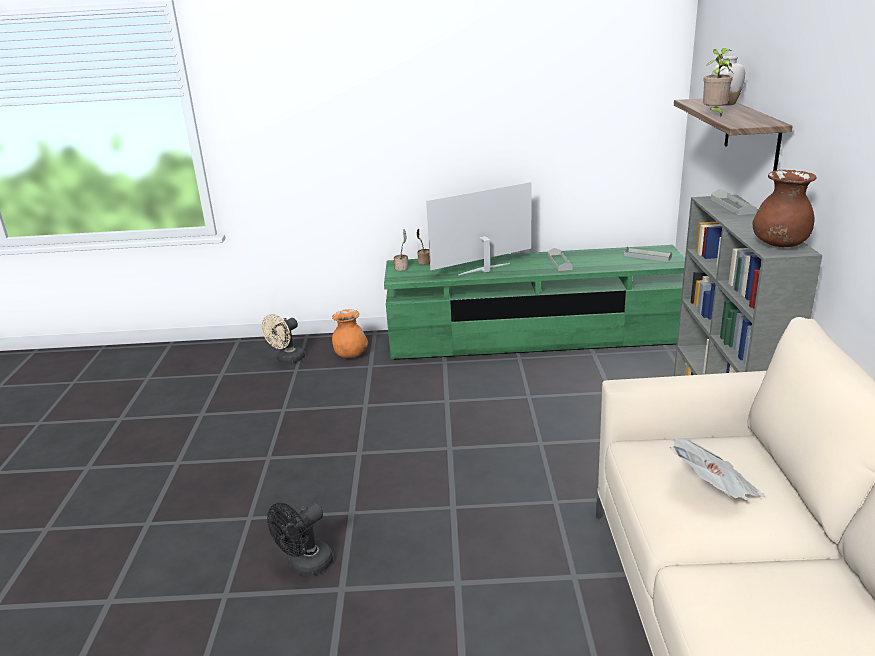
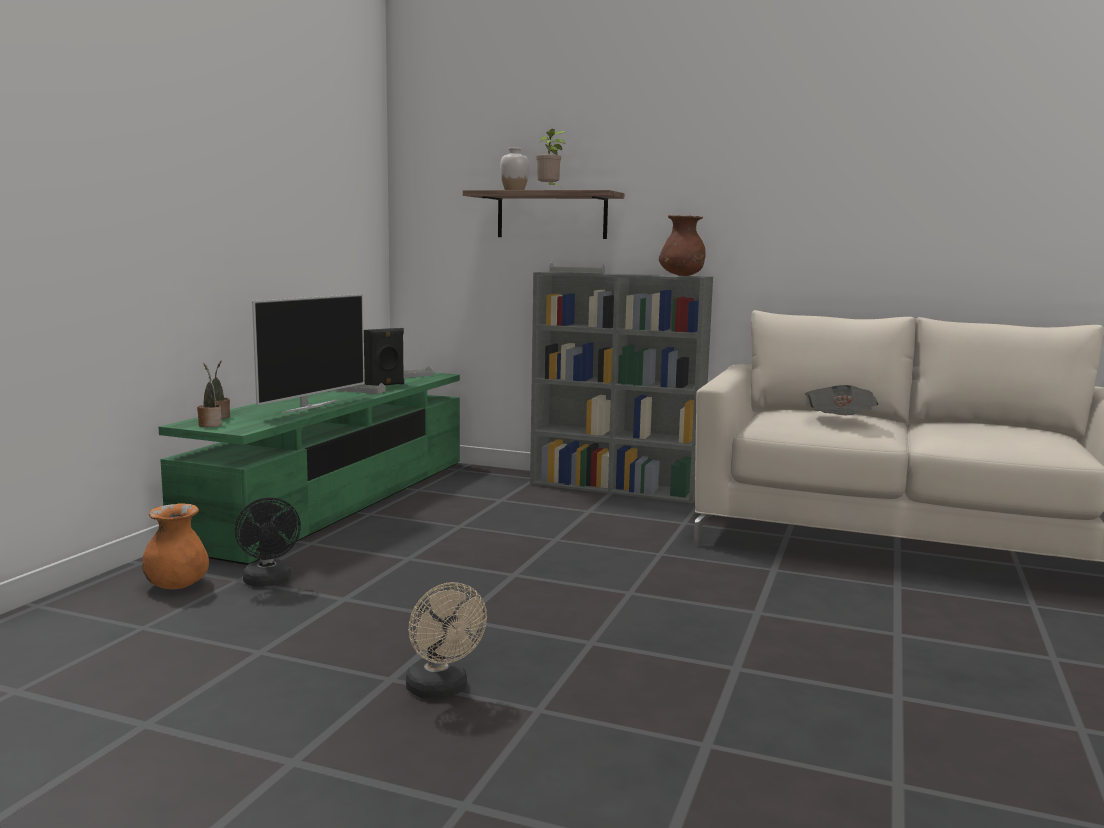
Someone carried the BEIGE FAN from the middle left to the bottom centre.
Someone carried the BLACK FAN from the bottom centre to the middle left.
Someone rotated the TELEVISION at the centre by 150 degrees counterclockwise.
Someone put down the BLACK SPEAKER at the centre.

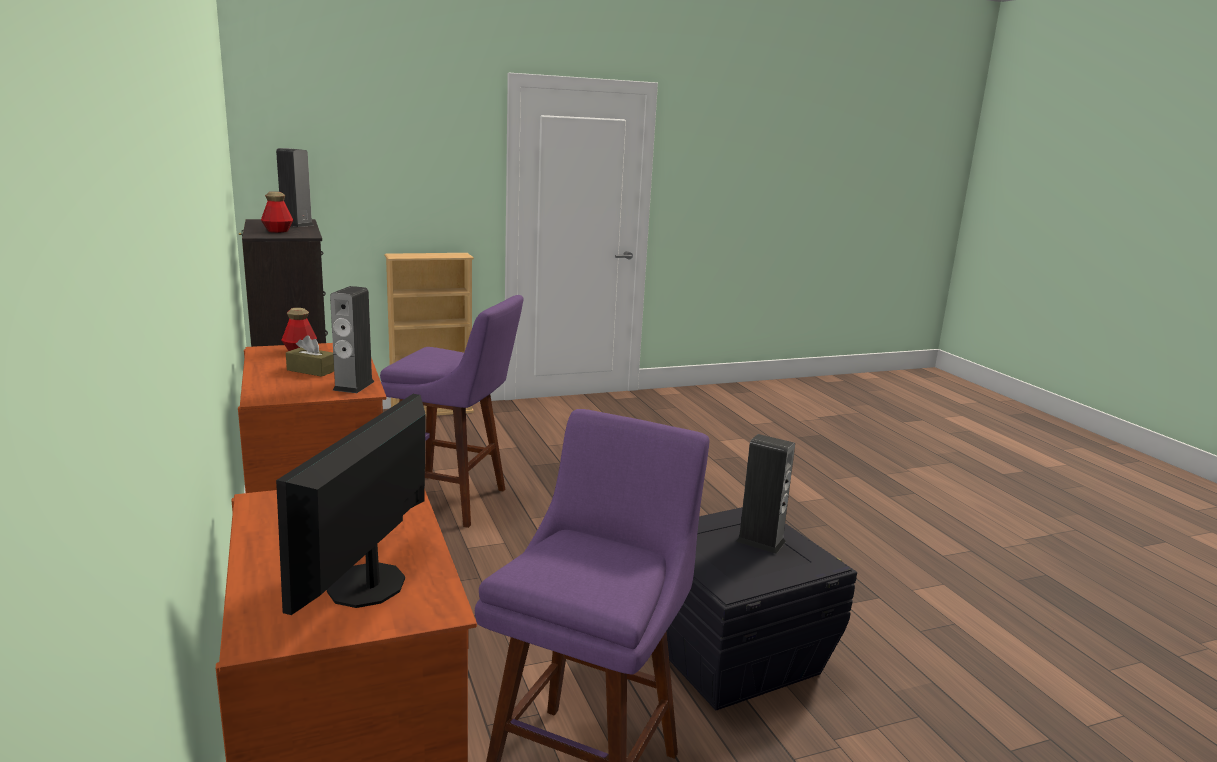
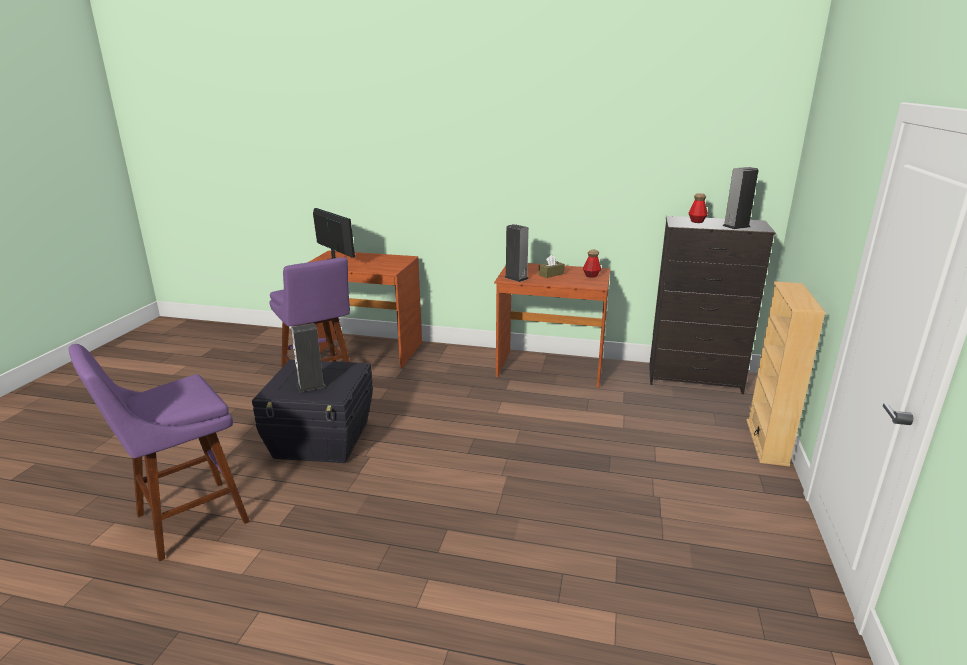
Someone carried the PURPLE STOOL (1st from left) from the centre to the bottom left.

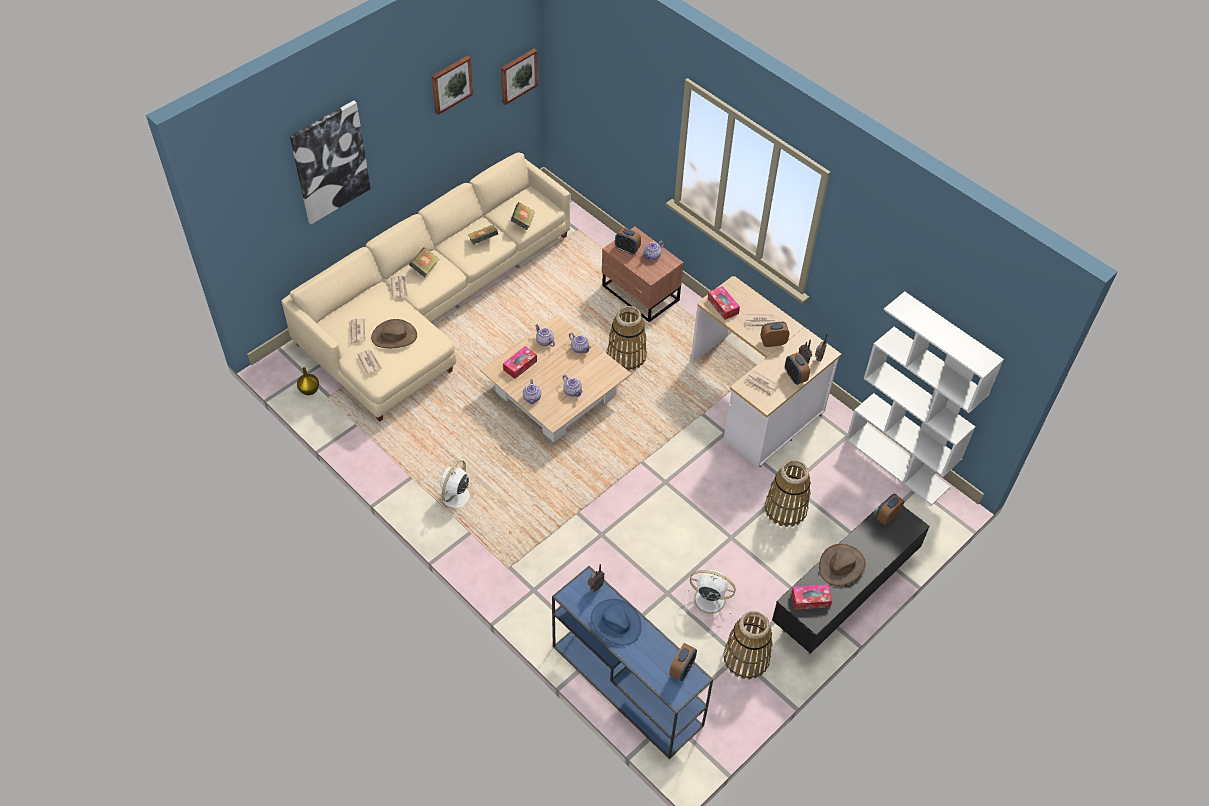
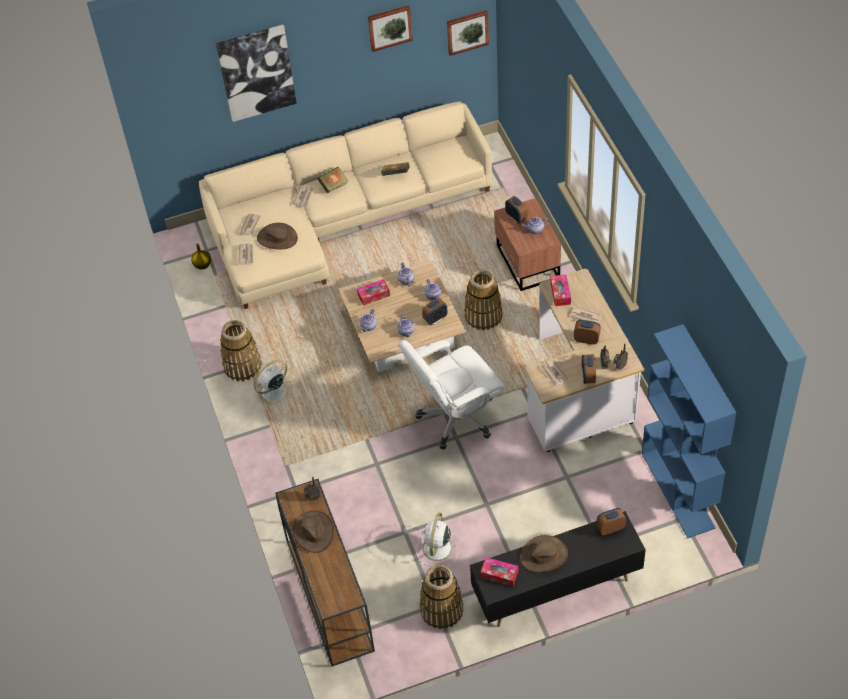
Someone took away the BOOK (3rd from left) at the top centre.
Someone repainted the BLUE CONSOLE TABLE at the bottom centre, which became the BROWN CONSOLE TABLE at the bottom centre.
Someone repainted the BLUE HAT at the bottom centre, which became the BROWN HAT (2nd from left) at the bottom centre.
Someone carried the ALARM CLOCK (2nd from left in the first image) from the bottom centre to the centre.
Someone rotated the WHITE FAN (2nd from left) at the bottom centre by 120 degrees counterclockwise.
Someone carried the BASKET (3rd from left in the first image) from the centre to the middle left.
Someone repainted the WHITE BOOKCASE at the middle right, which became the BLUE BOOKCASE at the middle right.
Someone put down the WHITE OFFICE CHAIR at the centre.

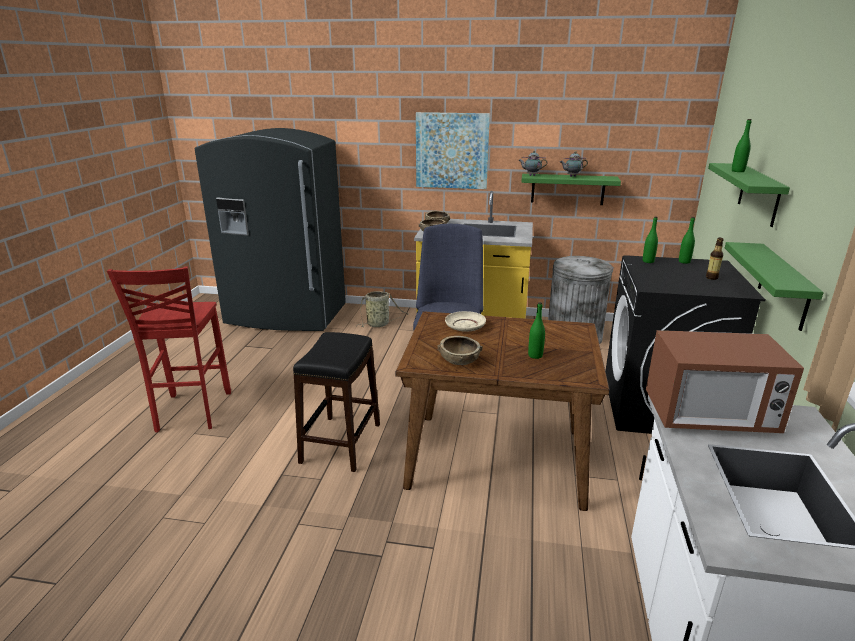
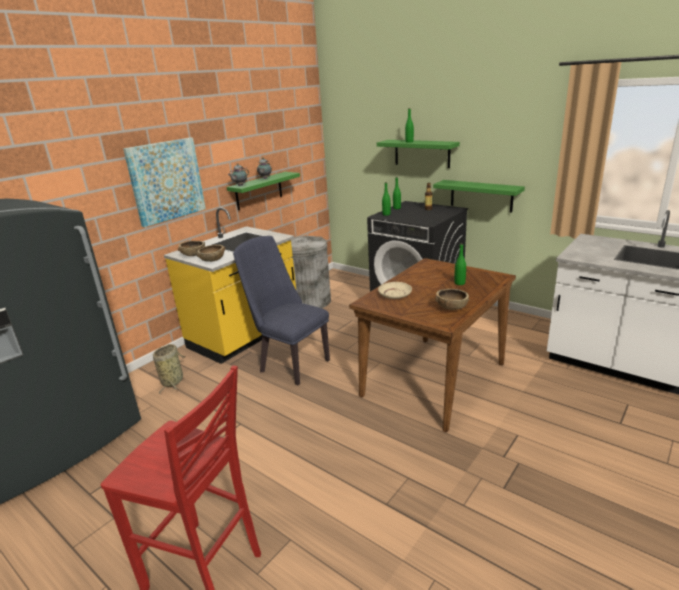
Someone took away the BLACK STOOL at the centre.
Someone took away the MICROWAVE at the middle right.

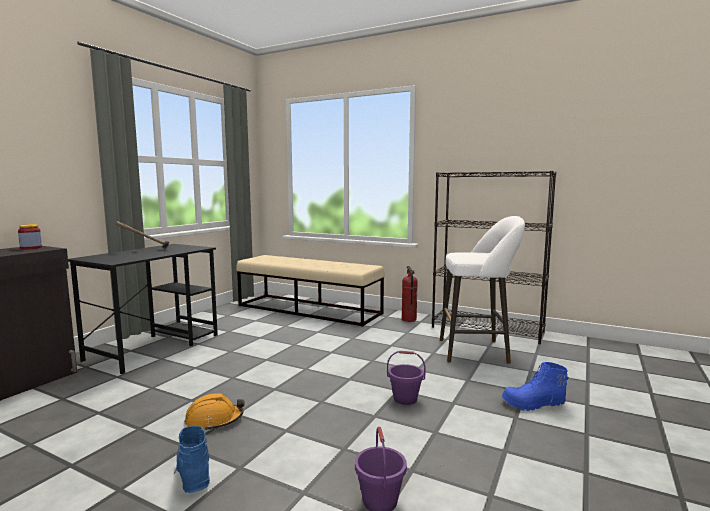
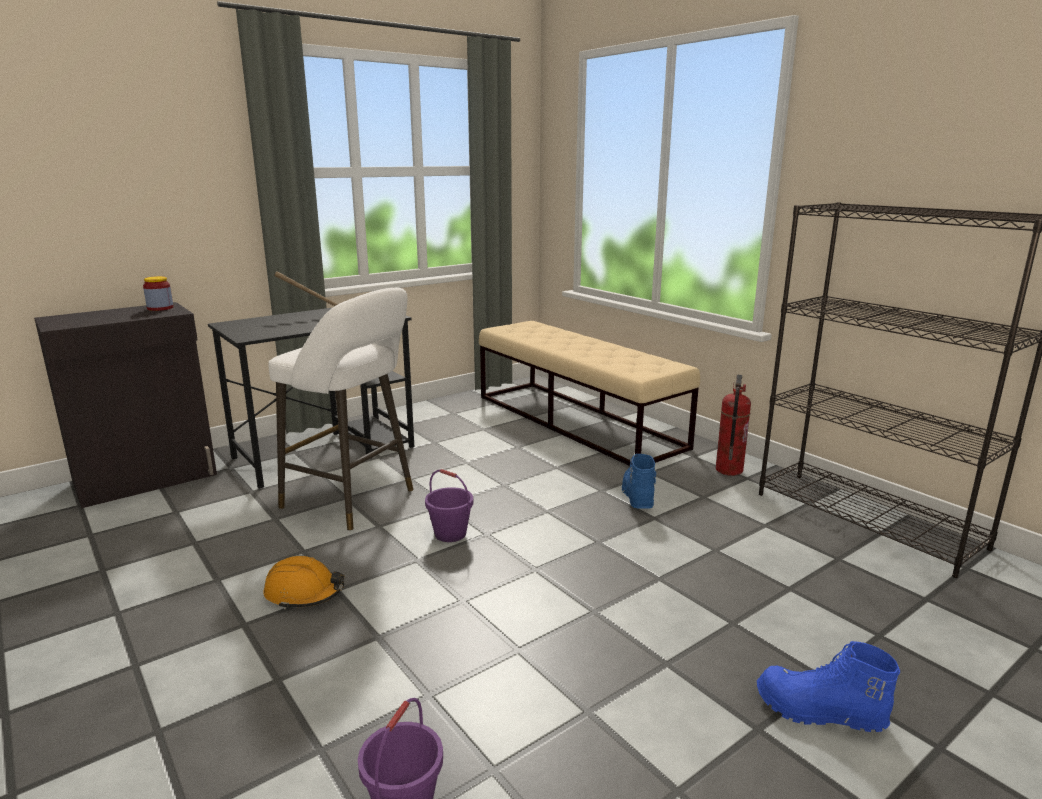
Someone carried the BLUE BOOT (1st from left) from the bottom left to the centre.
Someone carried the PURPLE BUCKET (2nd from left) from the bottom centre to the centre.
Someone carried the WHITE STOOL from the middle right to the middle left.

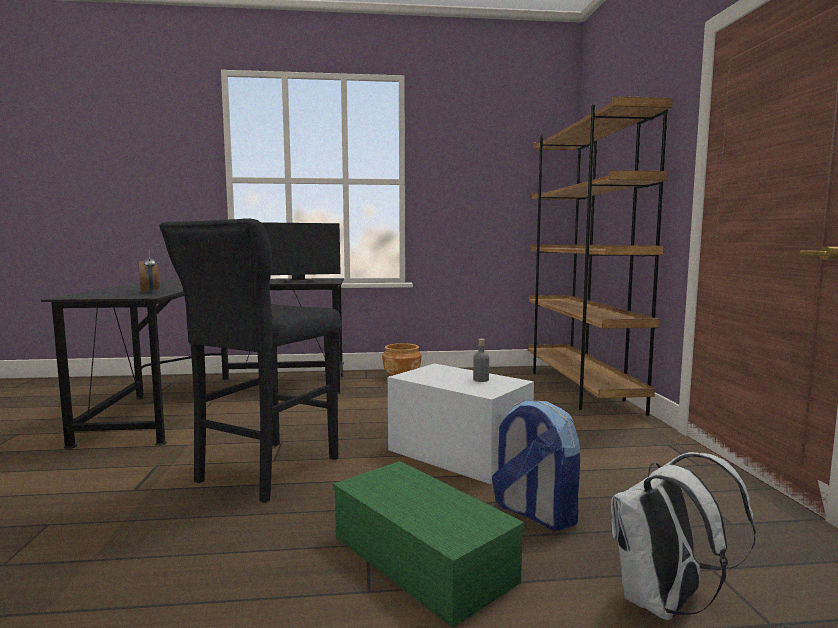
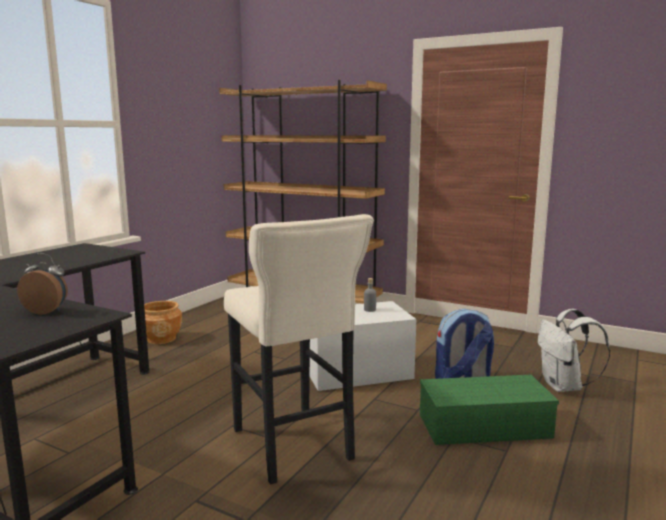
Someone repainted the BLACK STOOL at the middle left, which became the BEIGE STOOL at the bottom centre.
Someone took away the MONITOR at the centre.

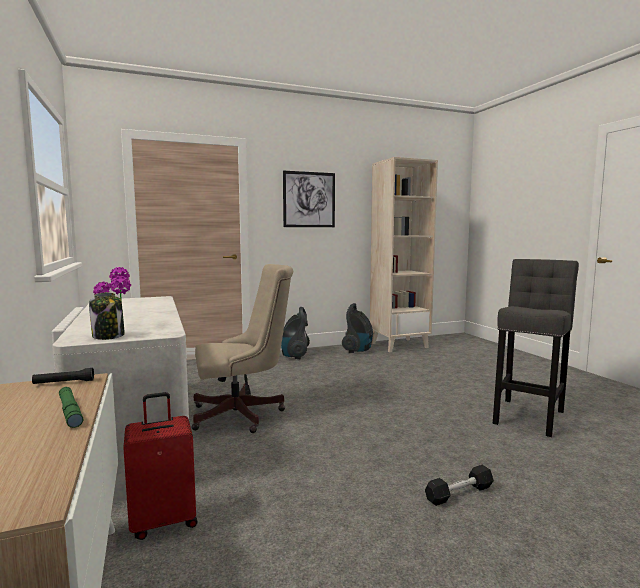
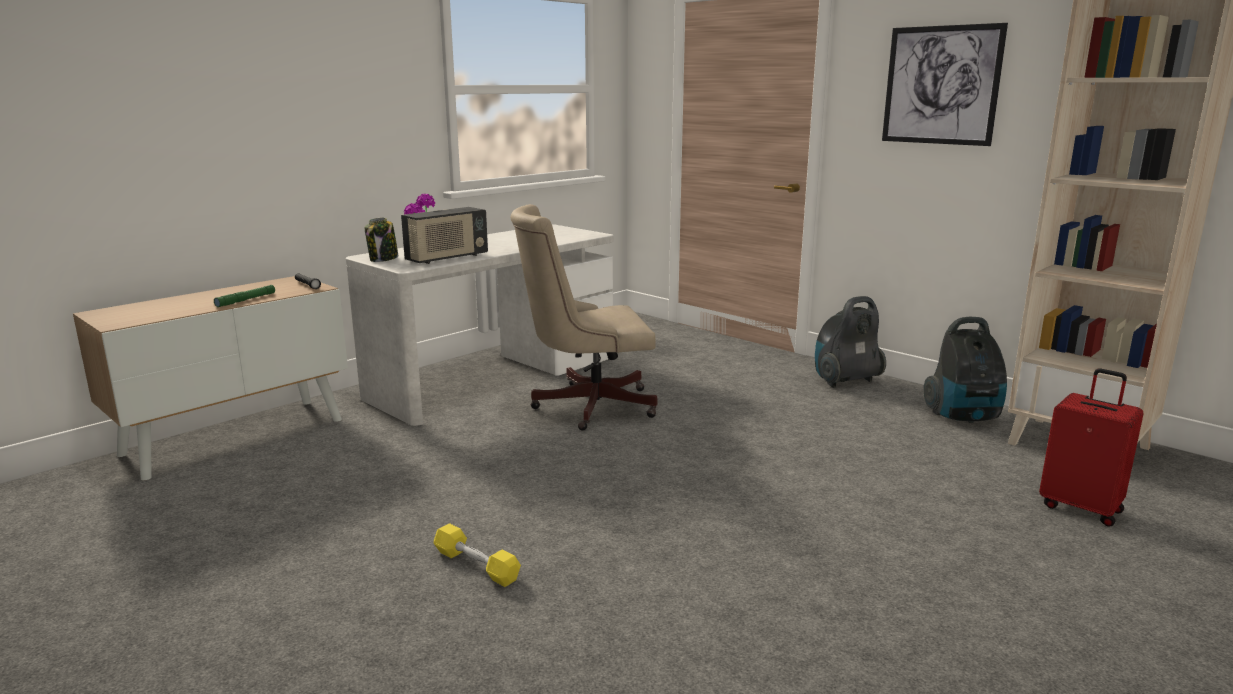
Someone carried the RED SUITCASE from the bottom left to the middle right.
Someone rotated the BEIGE OFFICE CHAIR at the centre by 120 degrees clockwise.
Someone repainted the BLACK DUMBBELL at the bottom right, which became the YELLOW DUMBBELL at the bottom centre.
Someone took away the GREY STOOL at the middle right.
Someone put down the RADIO at the centre.

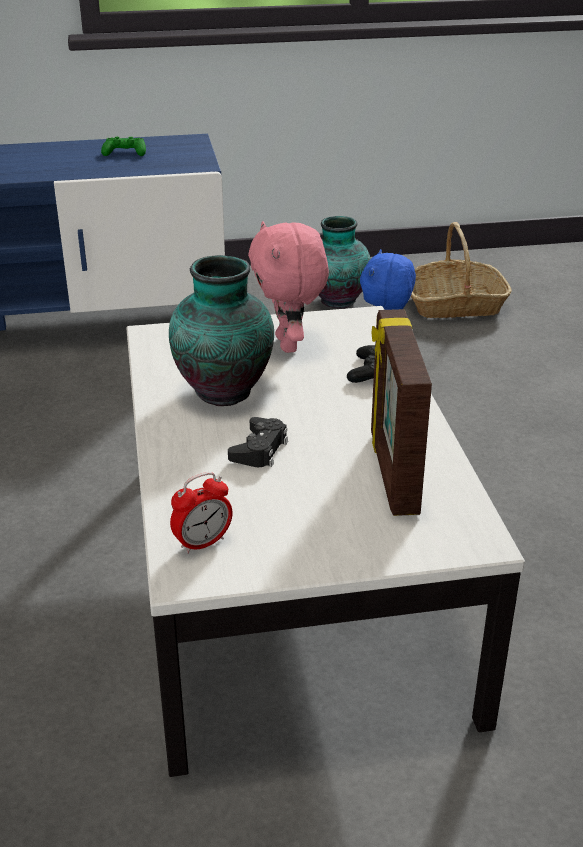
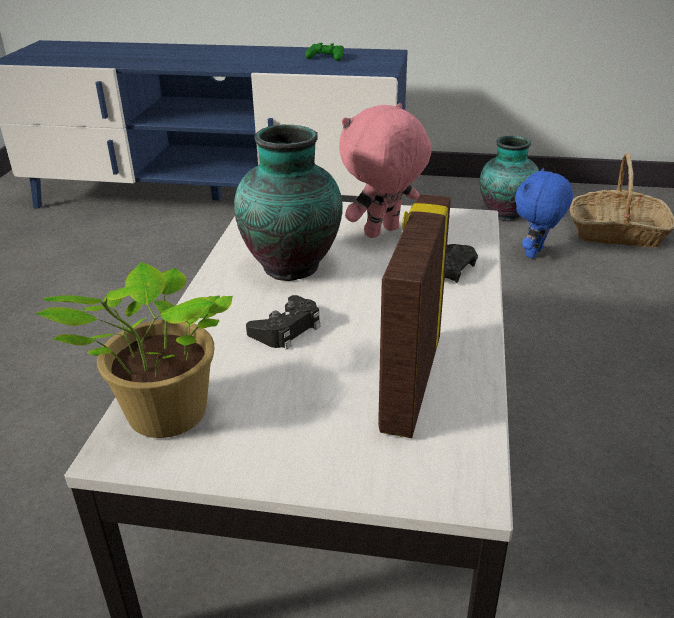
Someone swapped the ALARM CLOCK at the centre for the POTTED PLANT at the middle left.
Someone rotated the PINK PLUSH TOY at the centre by 45 degrees clockwise.

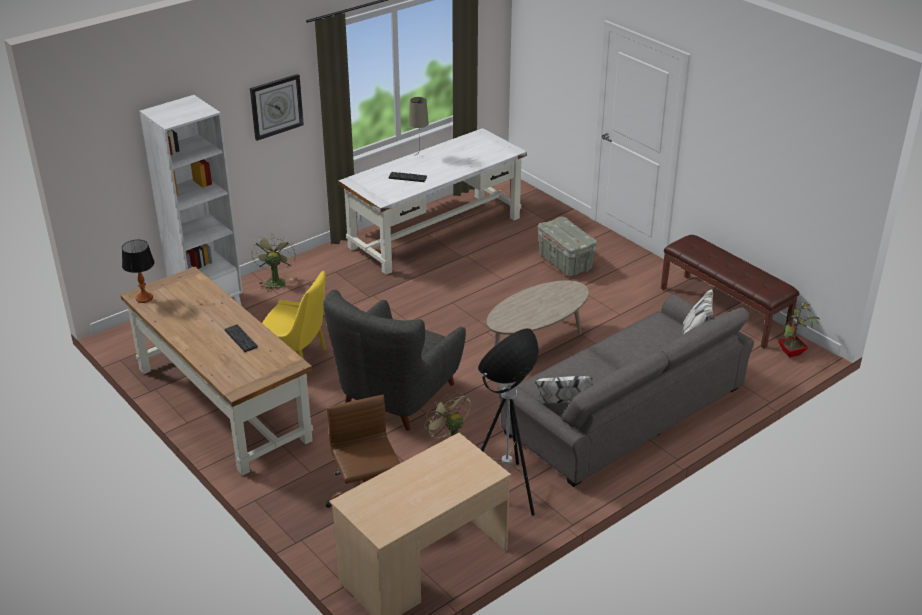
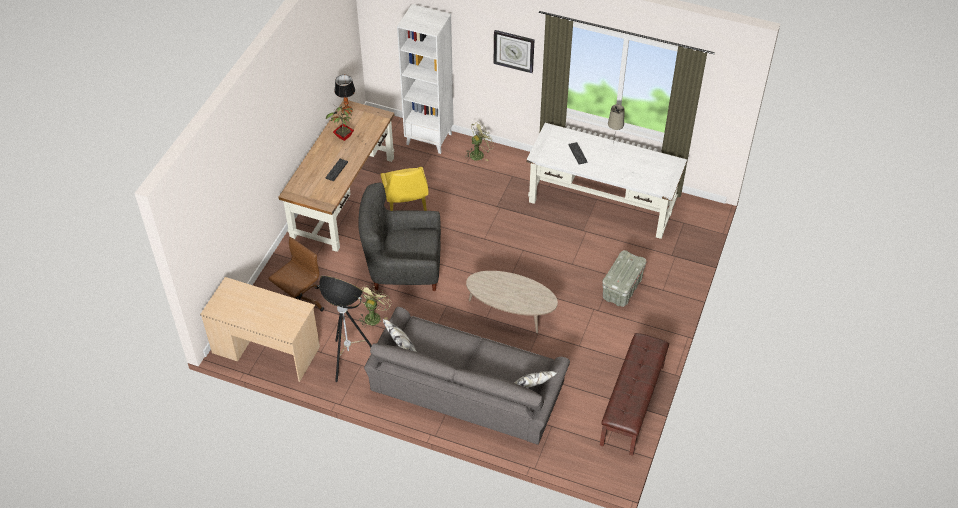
Someone carried the POTTED PLANT from the middle right to the top centre.

